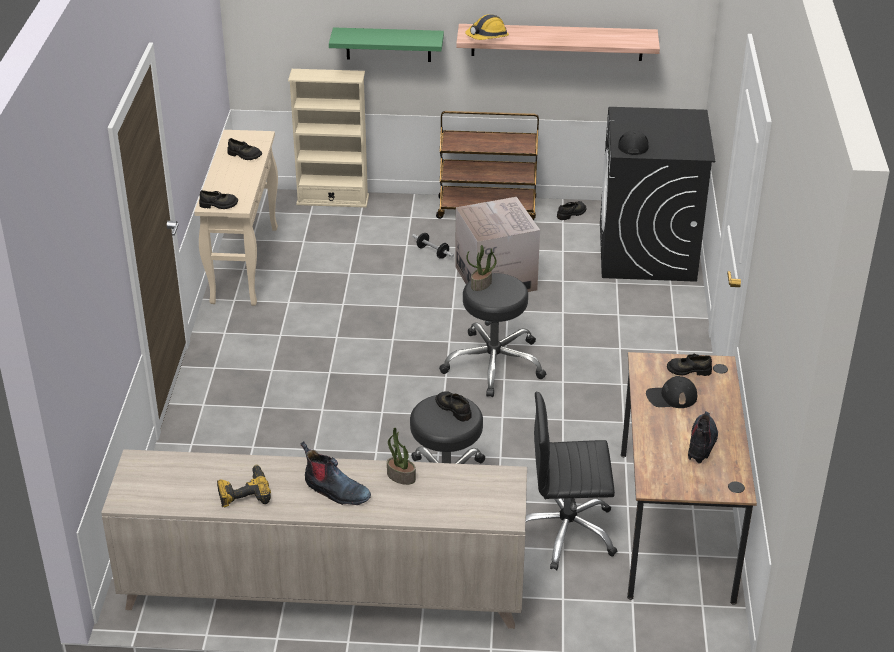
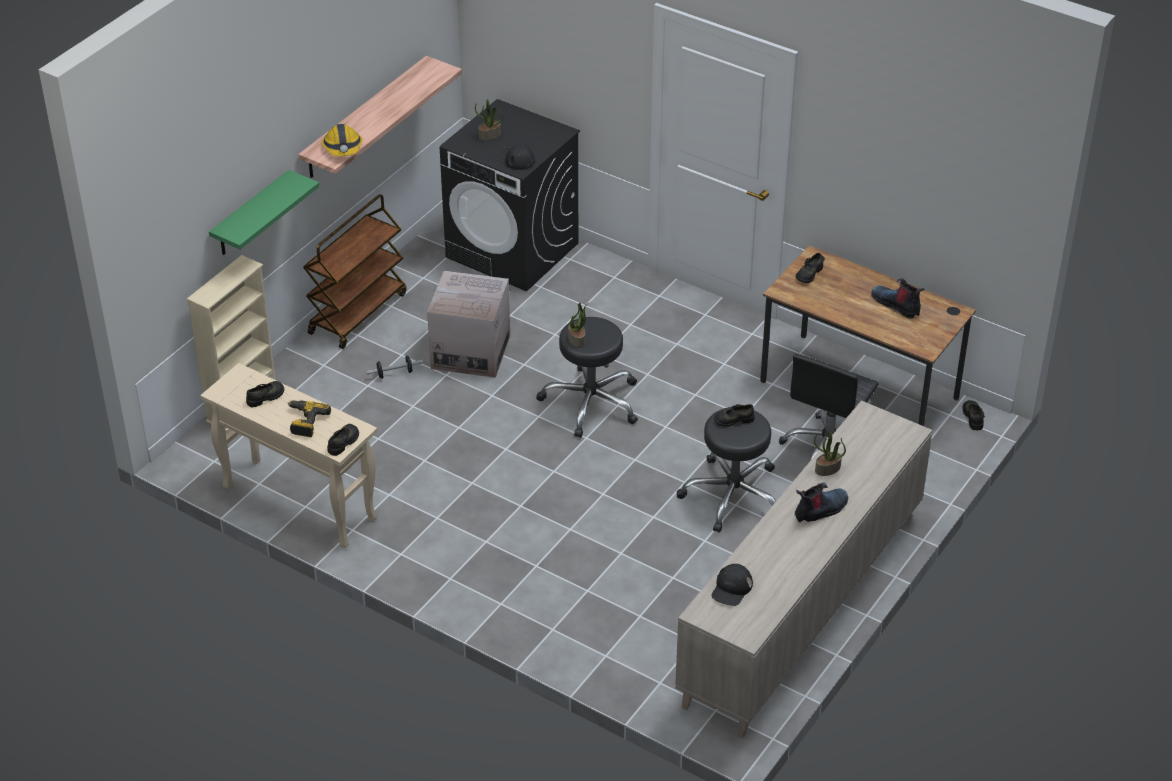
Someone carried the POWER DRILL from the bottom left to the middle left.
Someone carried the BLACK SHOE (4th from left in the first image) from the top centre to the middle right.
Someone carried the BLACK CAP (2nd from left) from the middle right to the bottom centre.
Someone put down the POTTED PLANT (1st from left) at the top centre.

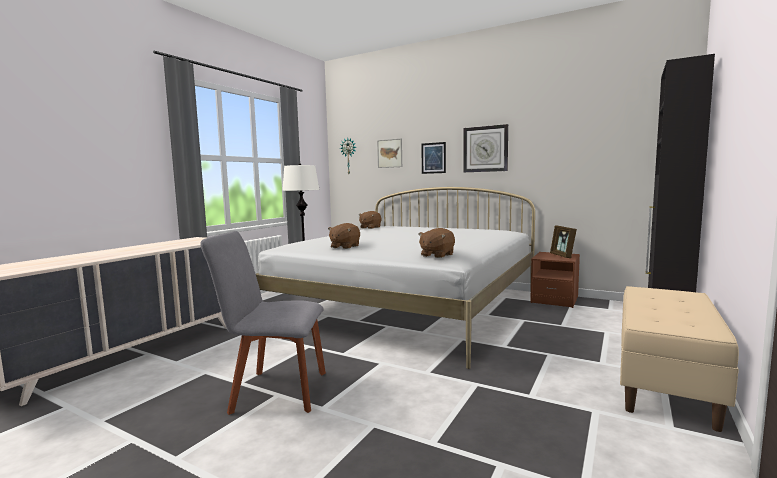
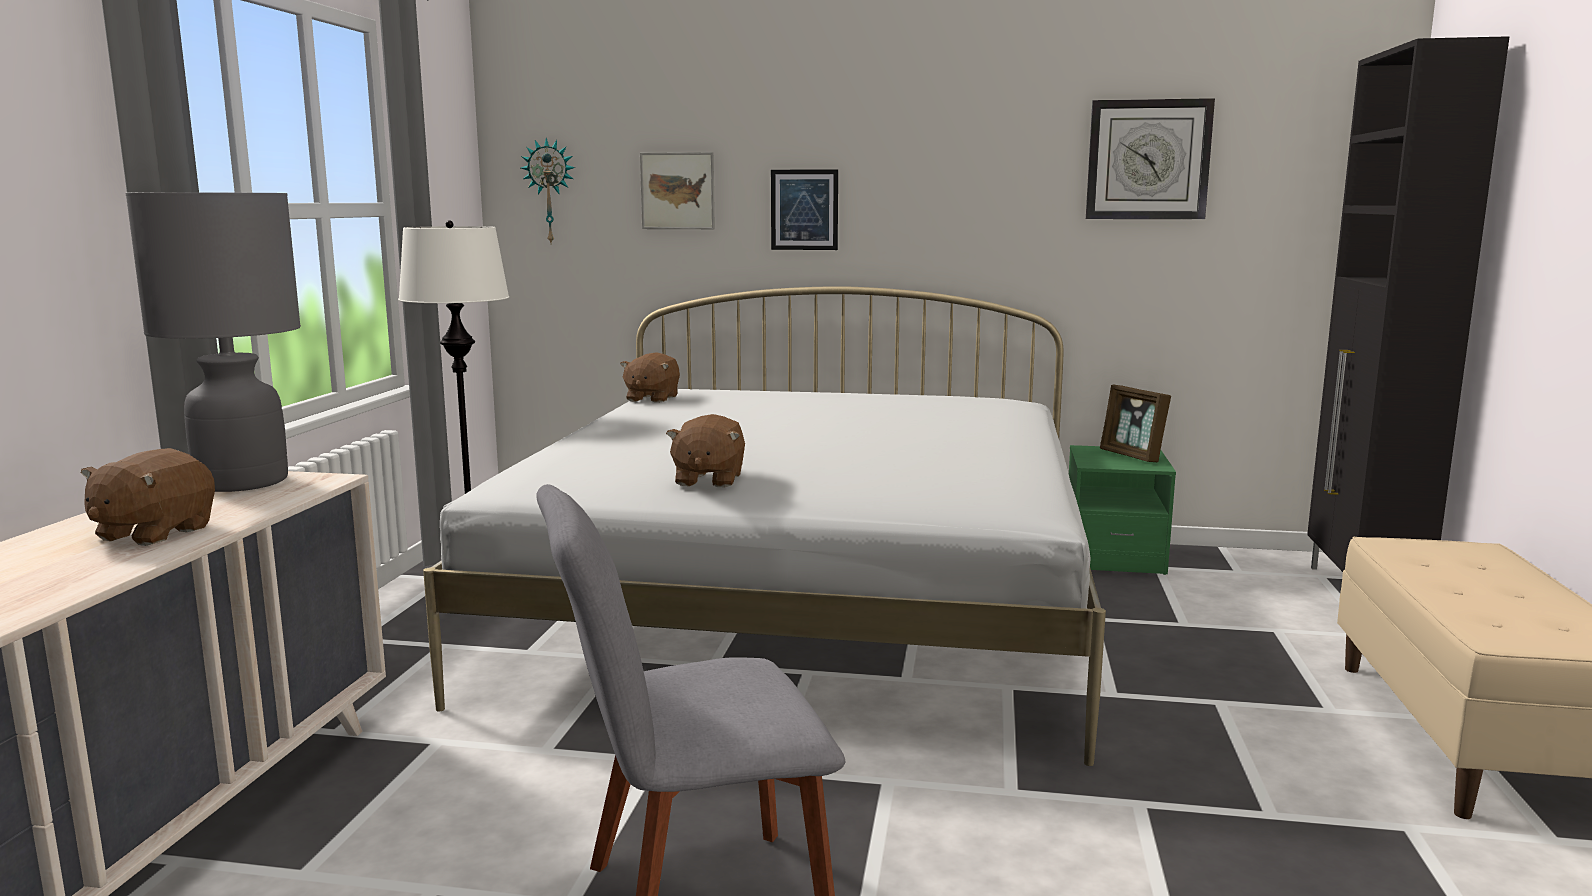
Someone carried the BROWN PLUSH TOY (3rd from left in the first image) from the centre to the middle left.
Someone carried the WALL CLOCK (2nd from left) from the top centre to the top right.
Someone repainted the BROWN NIGHTSTAND at the middle right, which became the GREEN NIGHTSTAND at the middle right.
Someone put down the GREY TABLE LAMP at the middle left.

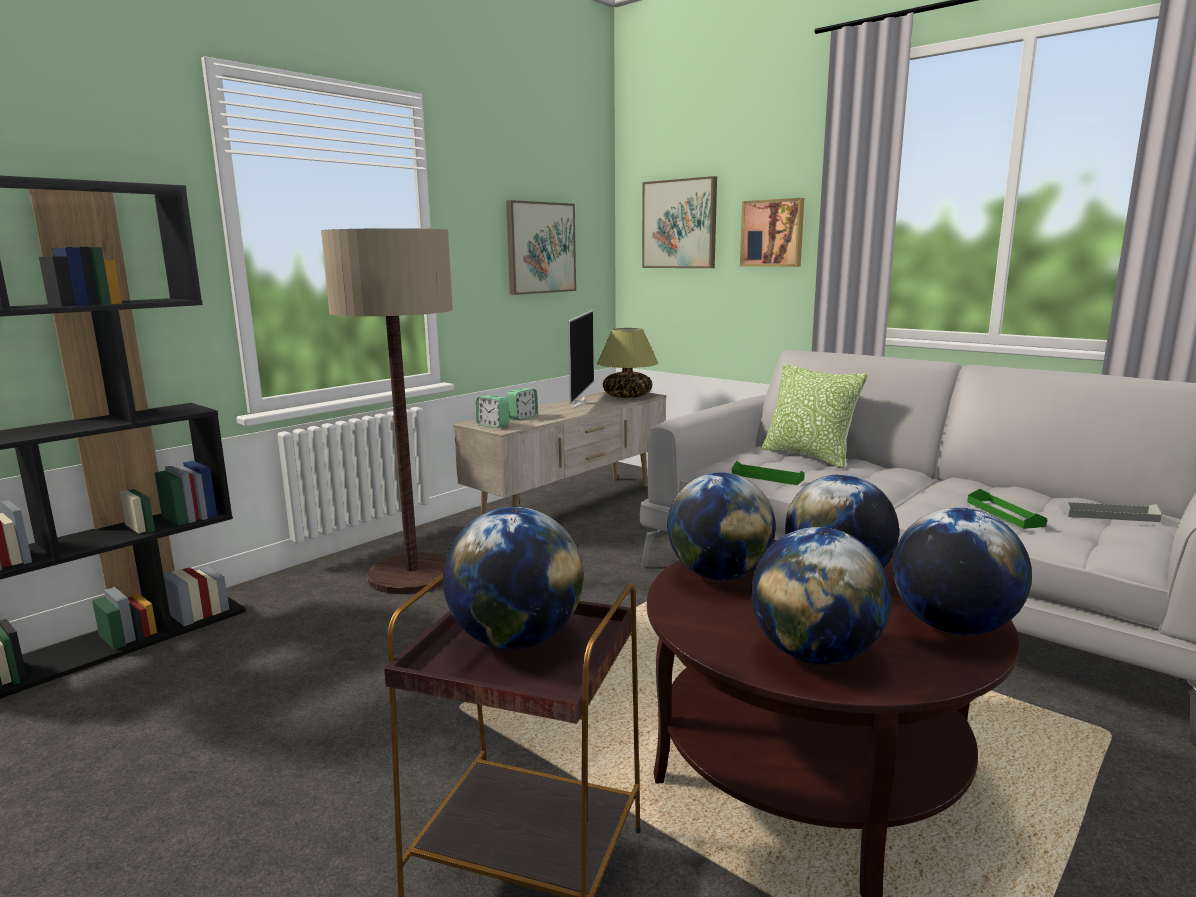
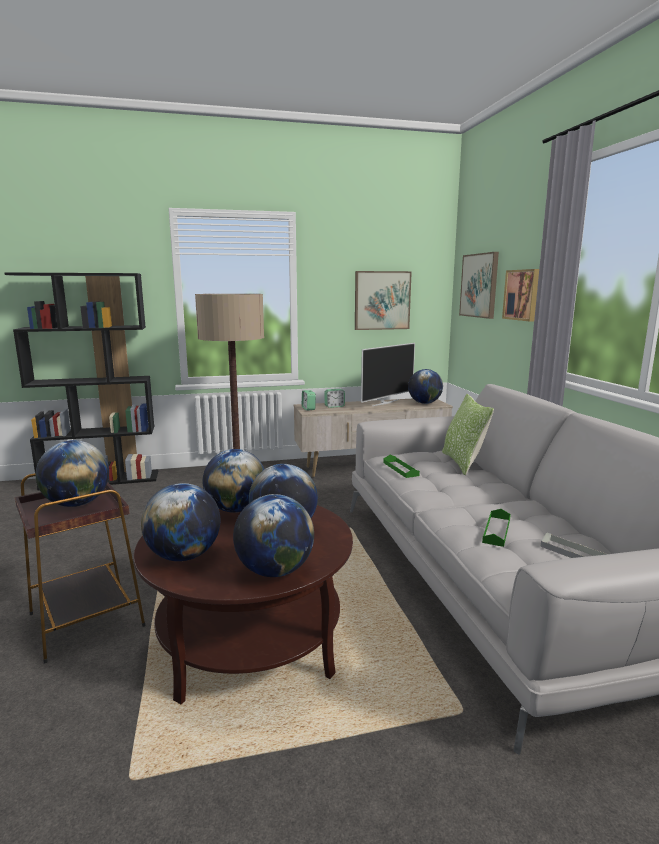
Someone swapped the TABLE LAMP at the centre for the GLOBE (6th from left) at the centre.

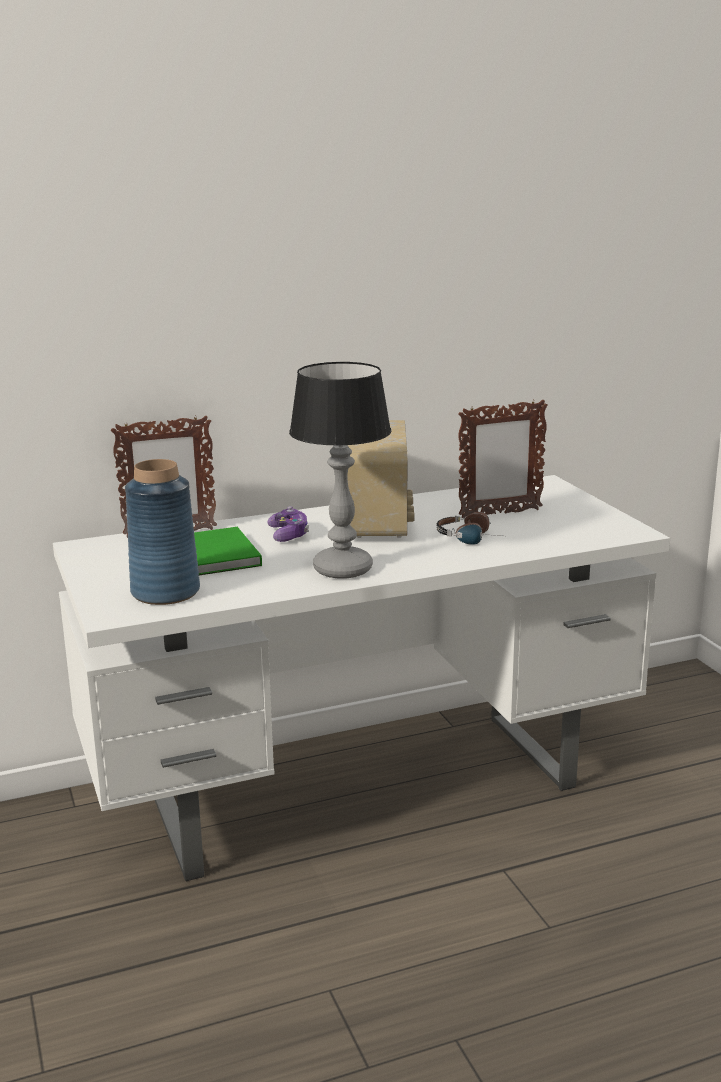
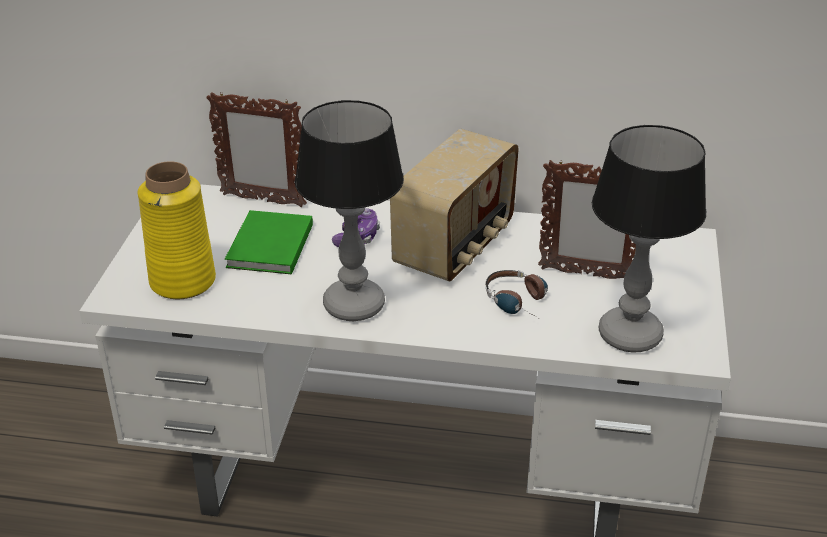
Someone repainted the BLUE VASE at the middle left, which became the YELLOW VASE at the middle left.
Someone put down the TABLE LAMP (2nd from left) at the middle right.

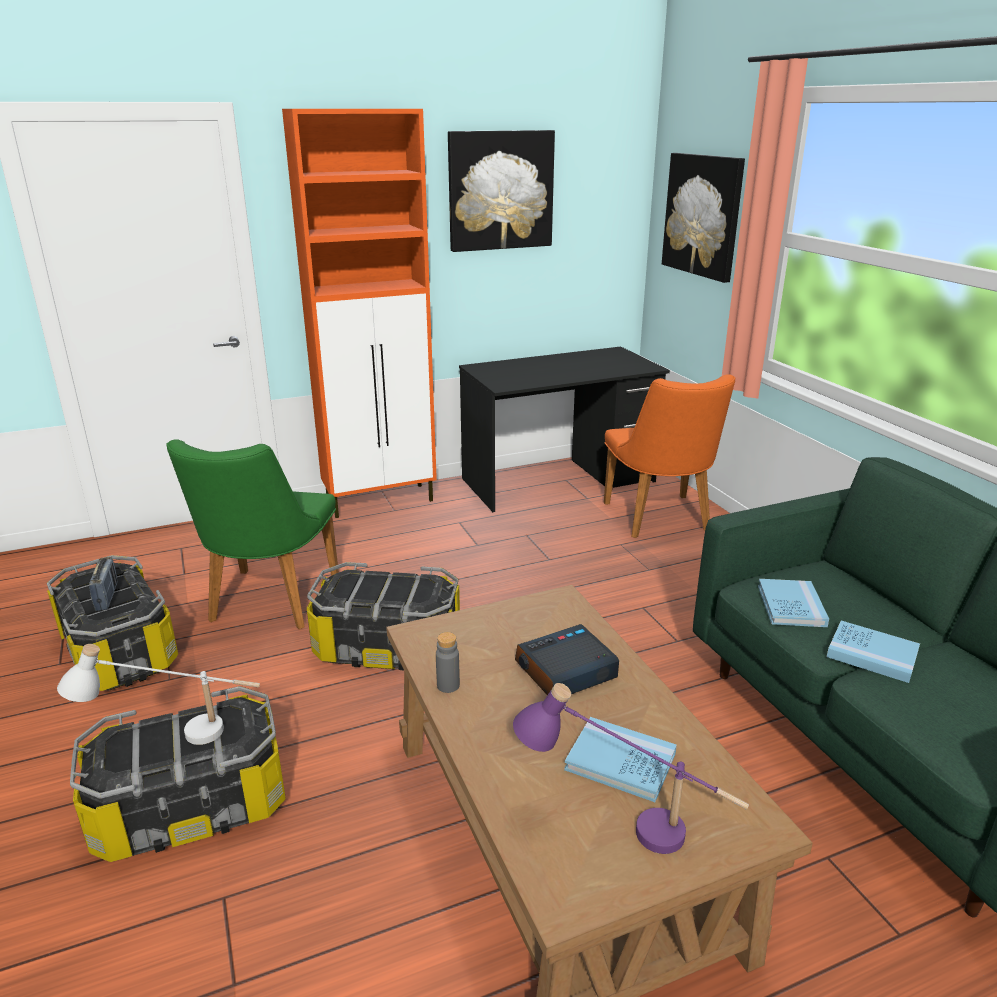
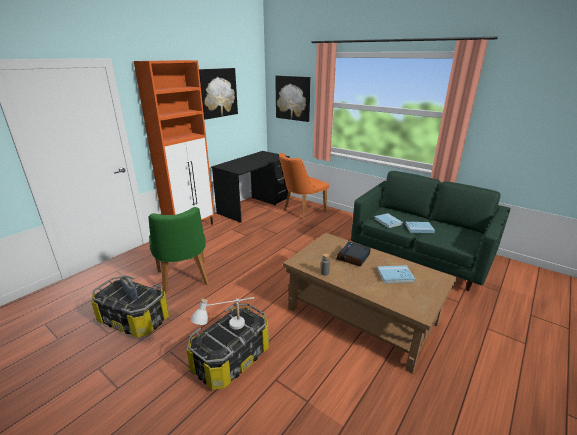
Someone took away the STORAGE BOX (3rd from left) at the centre.
Someone took away the PURPLE TABLE LAMP at the bottom centre.
Someone rotated the ORANGE CHAIR at the middle right by 90 degrees clockwise.

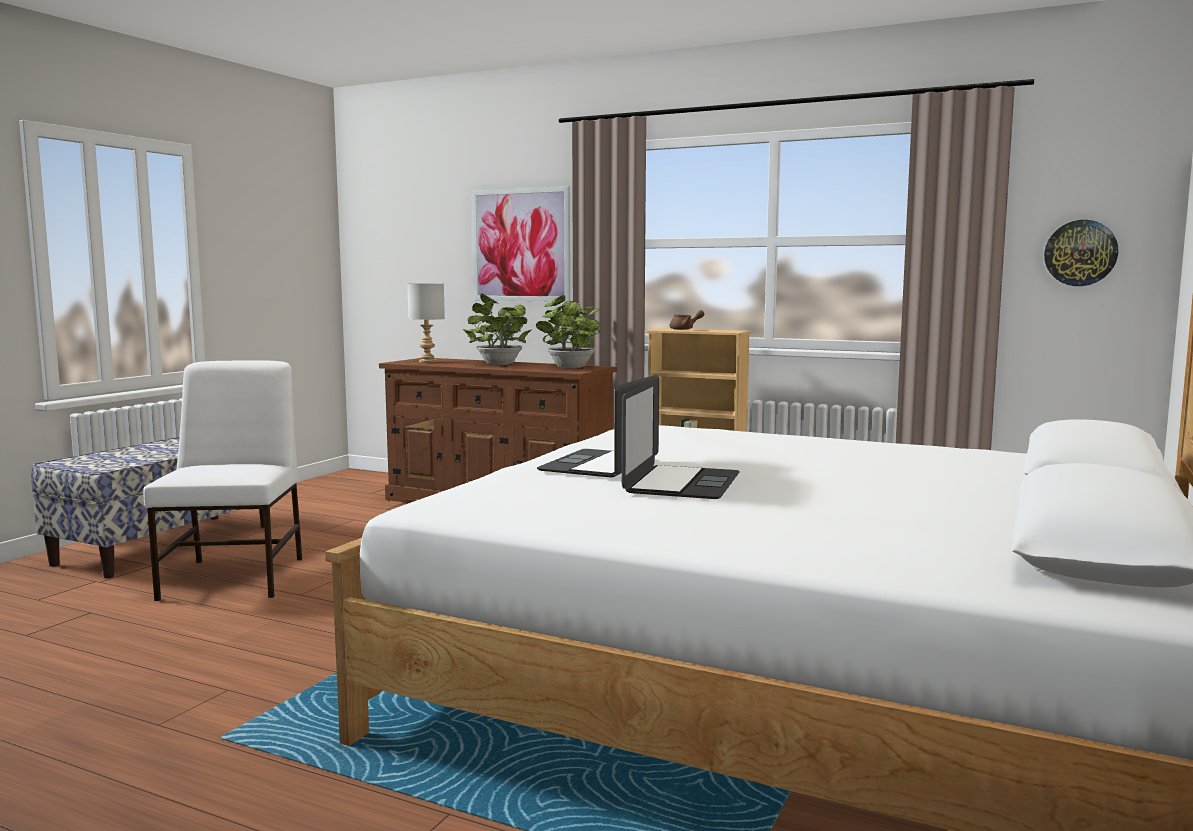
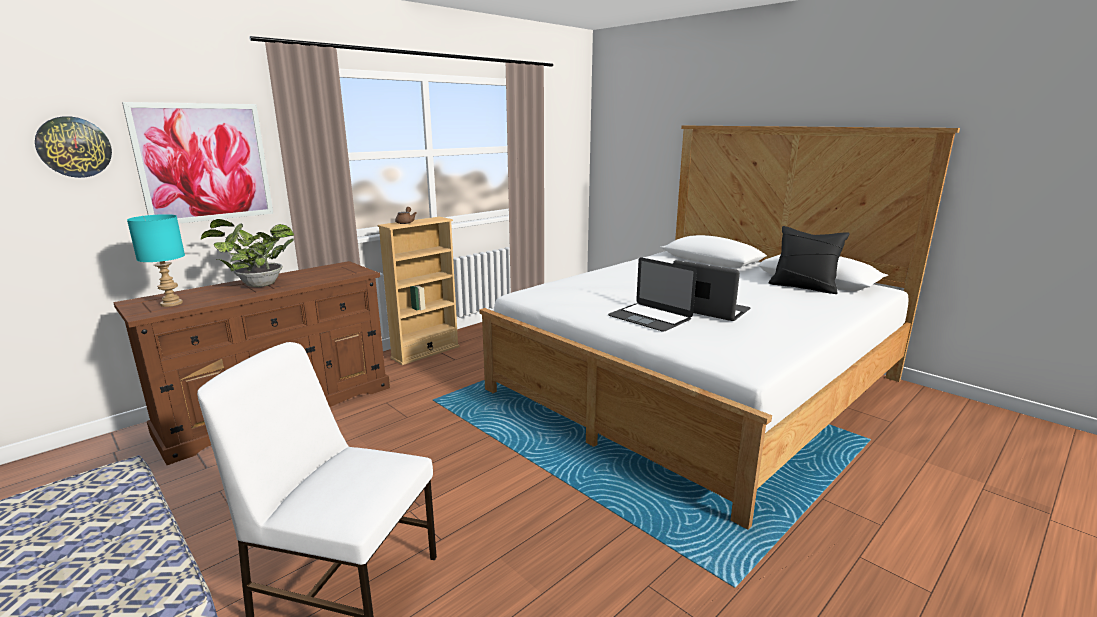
Someone repainted the GREY TABLE LAMP at the centre, which became the TURQUOISE TABLE LAMP at the middle left.
Someone took away the POTTED PLANT (2nd from left) at the centre.
Someone carried the WALL CLOCK from the top right to the top left.
Someone put down the BLACK PILLOW at the middle right.

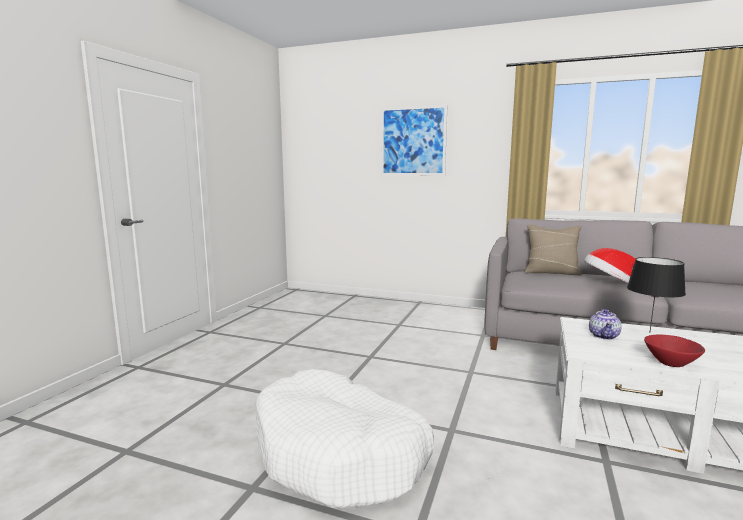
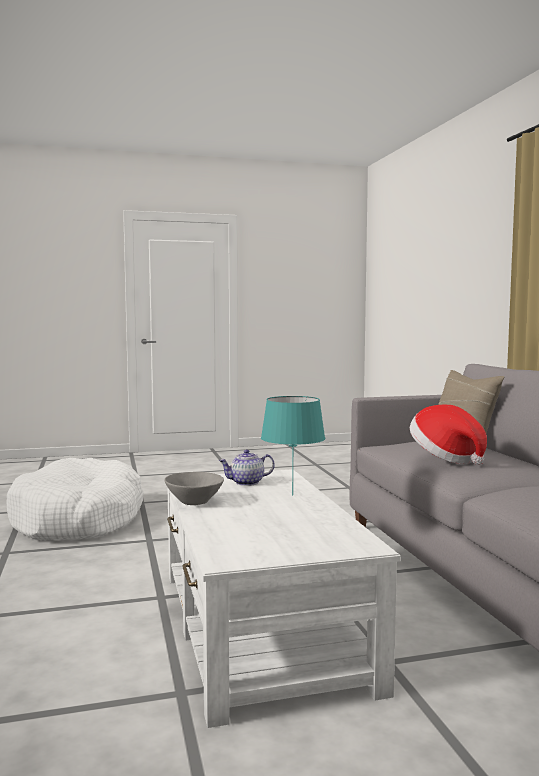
Someone took away the PICTURE at the top centre.
Someone repainted the BLACK TABLE LAMP at the middle right, which became the TURQUOISE TABLE LAMP at the centre.
Someone repainted the RED BOWL at the bottom right, which became the GREY BOWL at the centre.

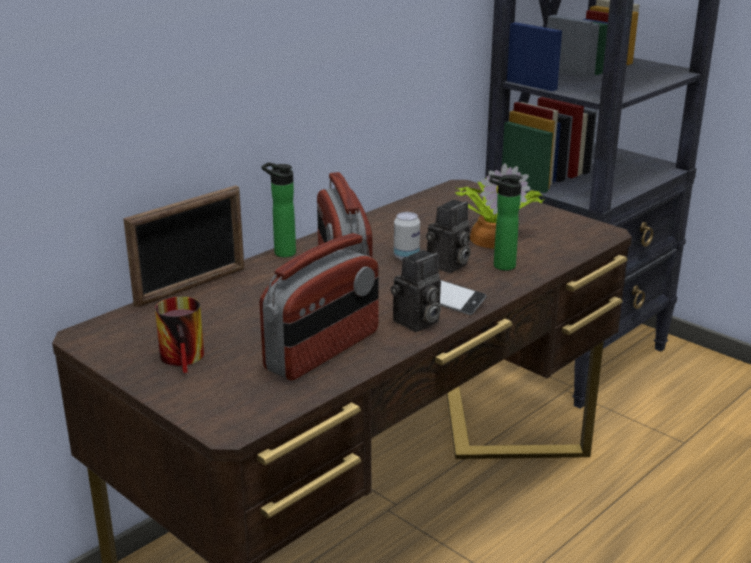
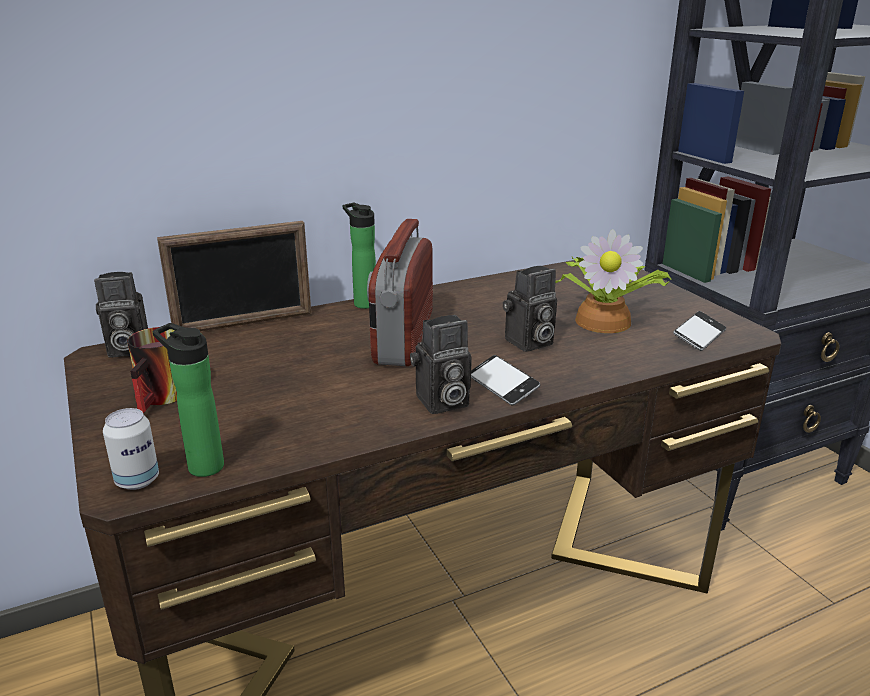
Someone took away the RADIO (1st from left) at the centre.
Someone carried the CAN from the centre to the middle left.
Someone carried the BOTTLE (2nd from left in the first image) from the middle right to the middle left.
Someone put down the PHOTO CAMERA (1st from left) at the middle left.
Someone put down the PHONE (2nd from left) at the middle right.

